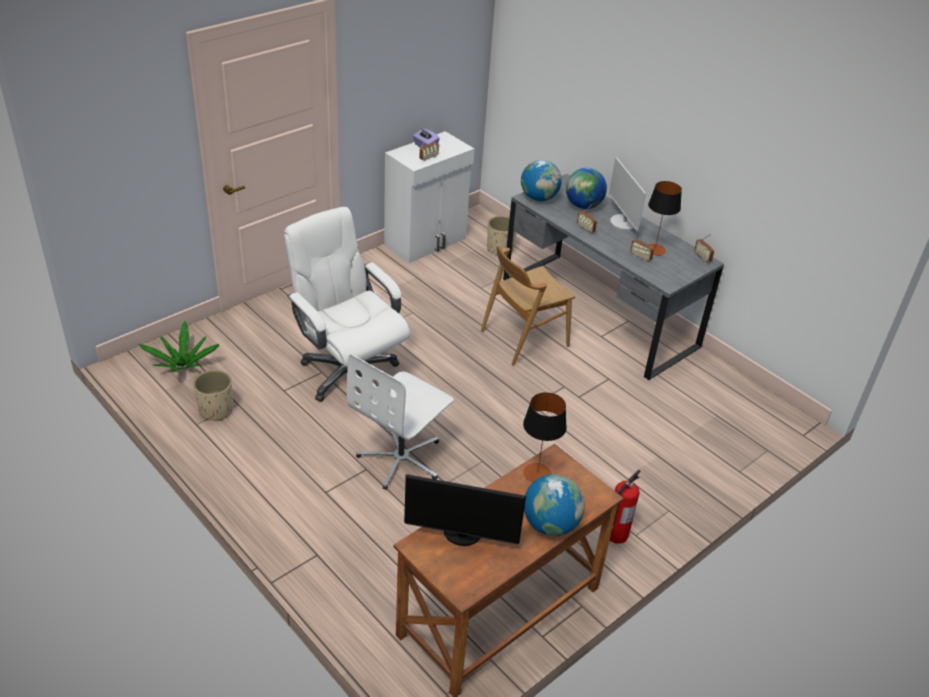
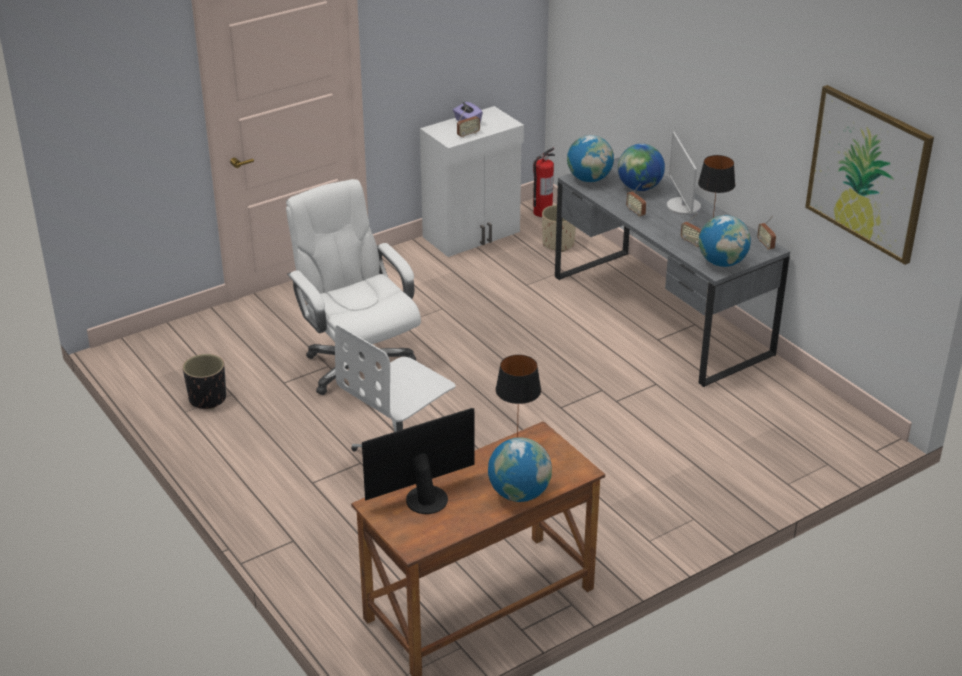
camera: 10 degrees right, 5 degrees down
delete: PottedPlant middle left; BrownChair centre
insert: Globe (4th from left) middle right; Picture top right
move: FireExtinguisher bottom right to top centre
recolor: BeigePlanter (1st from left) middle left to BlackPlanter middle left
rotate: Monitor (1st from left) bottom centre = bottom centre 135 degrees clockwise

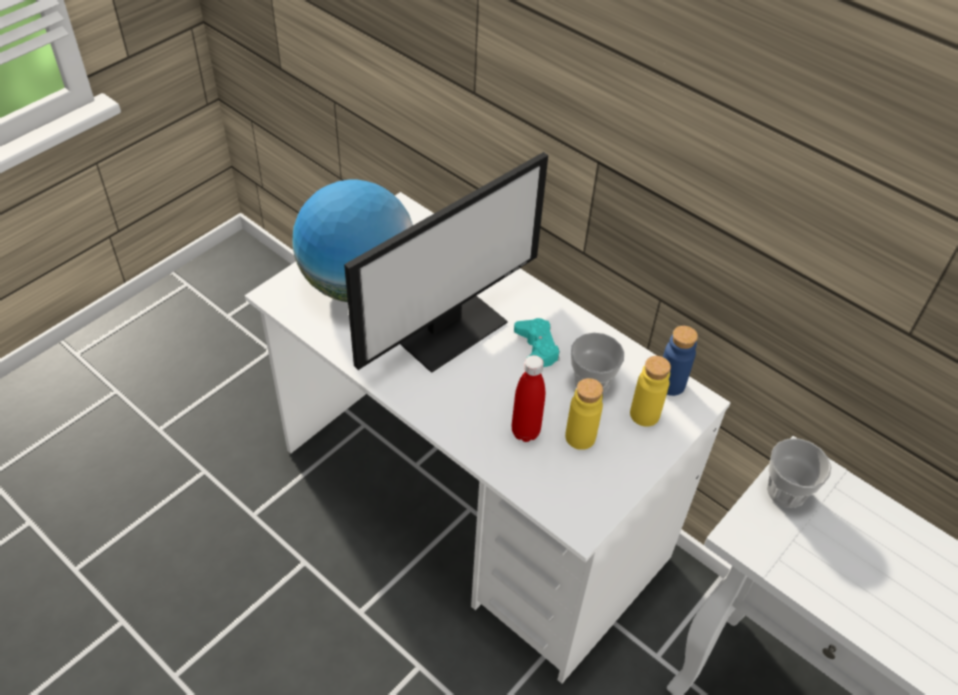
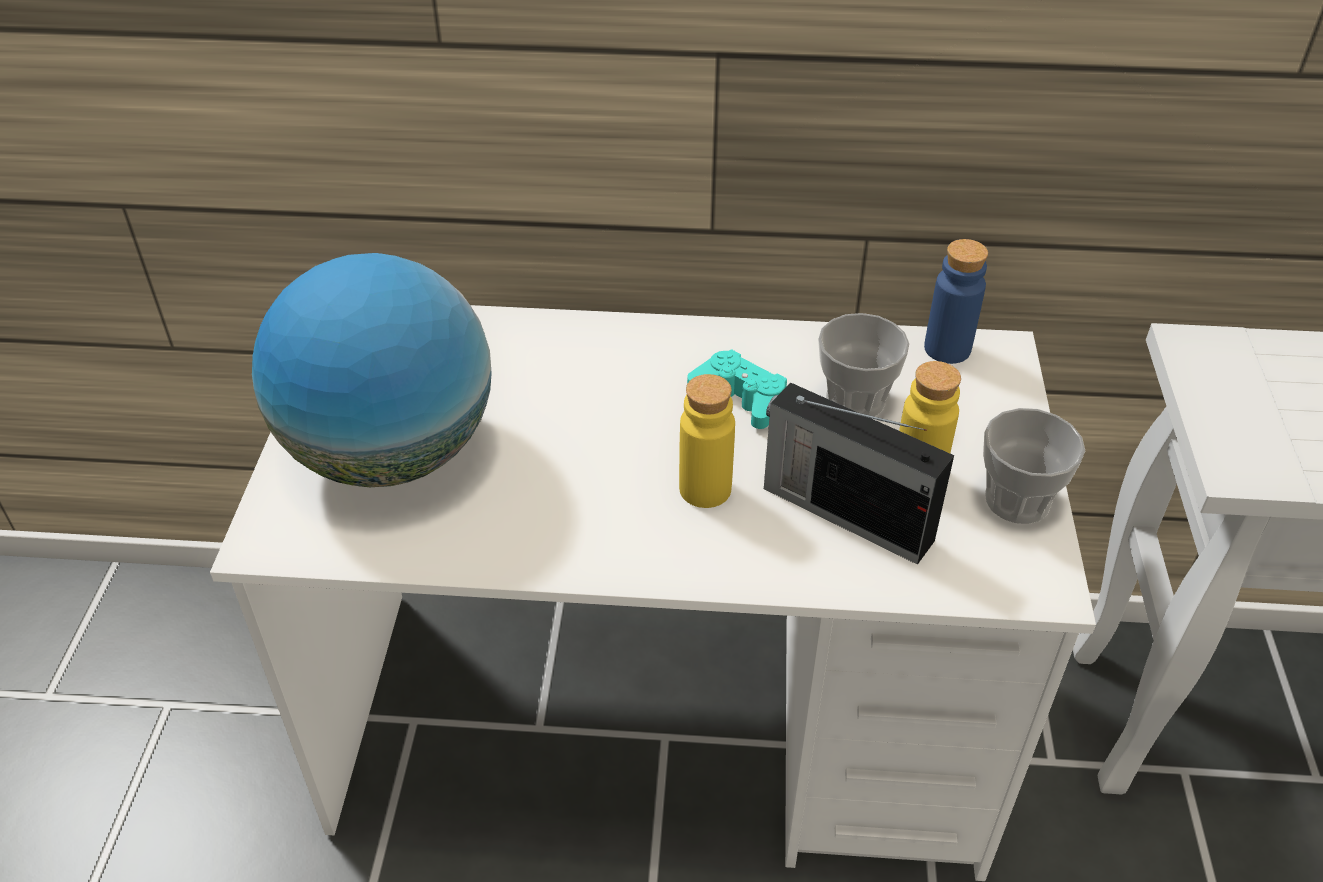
camera: 35 degrees left, 5 degrees down
delete: Monitor centre
move: YellowBottle (2nd from left in the first image) middle right to YellowBottle (1st from left) centre; Cup (2nd from left) bottom right to middle right
replace: RedBottle centre to Radio centre

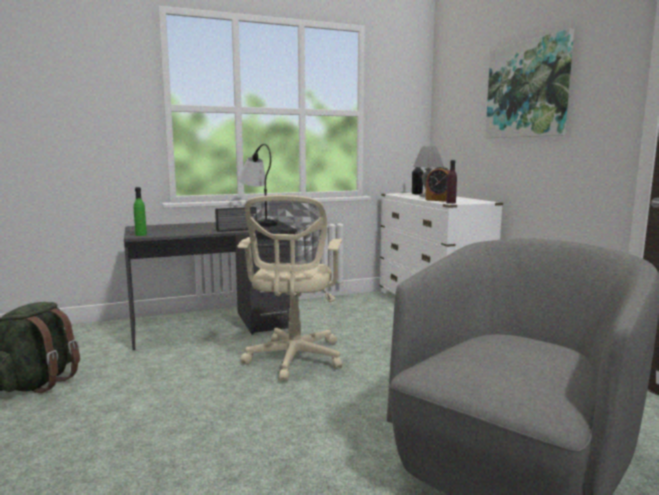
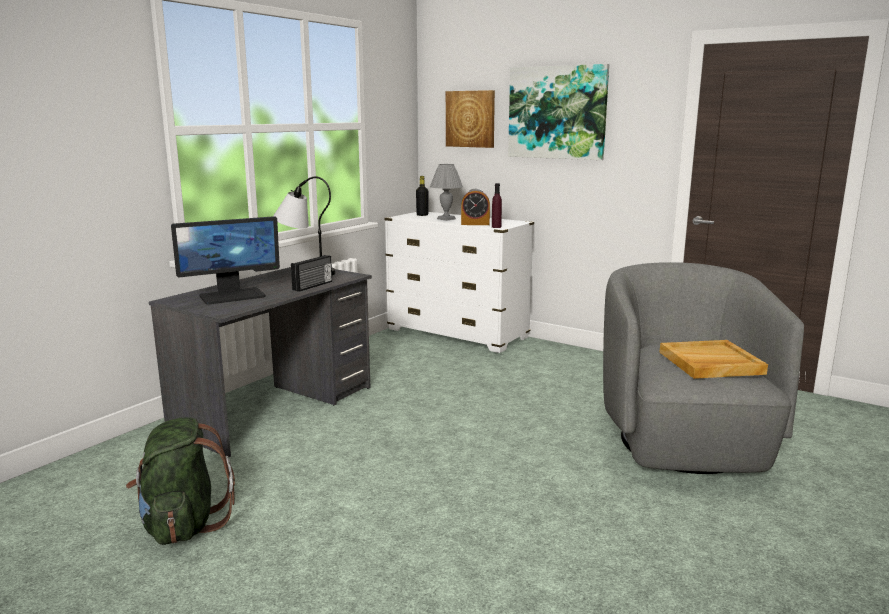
camera: 35 degrees left, 5 degrees up
delete: GreenBottle middle left; BeigeOfficeChair centre
insert: Monitor middle left; Picture (1st from left) top centre; BeigeTray middle right

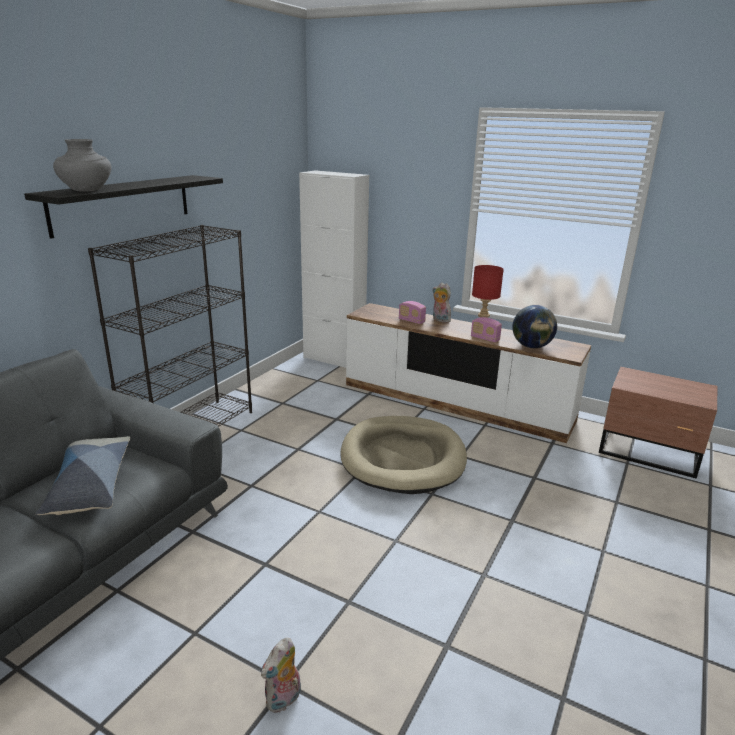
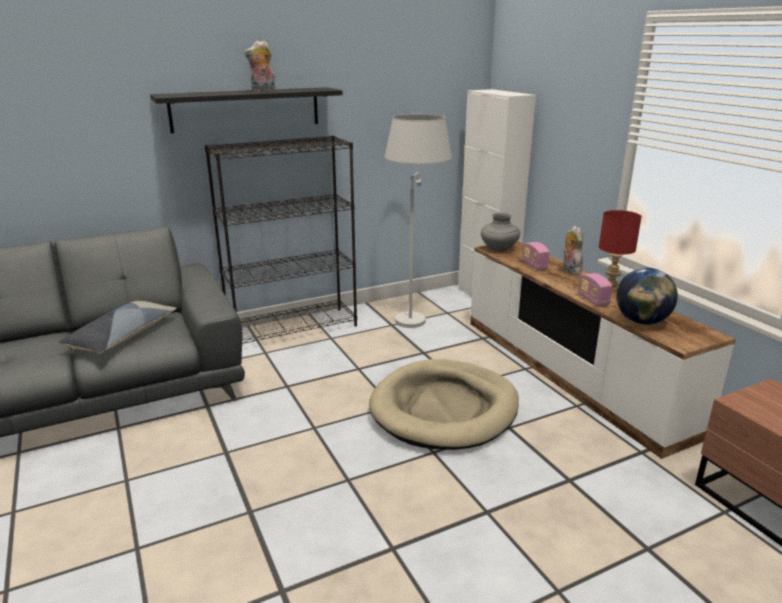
camera: 35 degrees right, 0 degrees up
insert: WhiteFloorLamp centre
move: GreyVase top left to centre; PlushToy (1st from left) bottom centre to top left

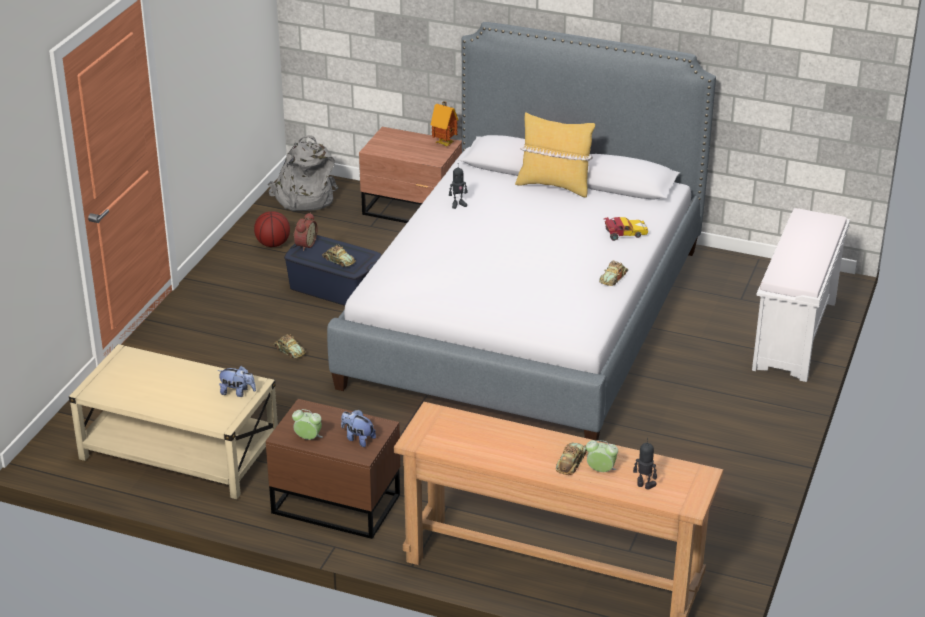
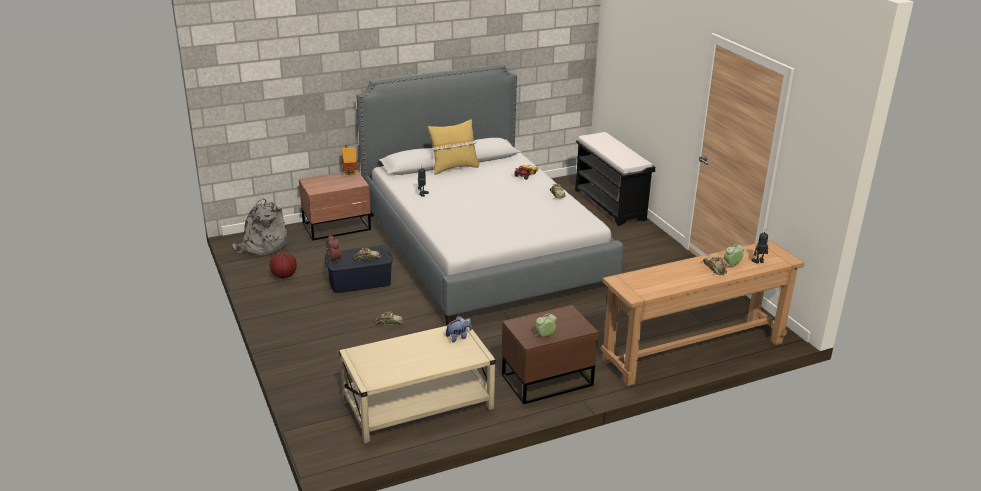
camera: 45 degrees left, 5 degrees down
delete: PlushToy (2nd from left) bottom centre
recolor: WhiteBench middle right to BlackBench centre

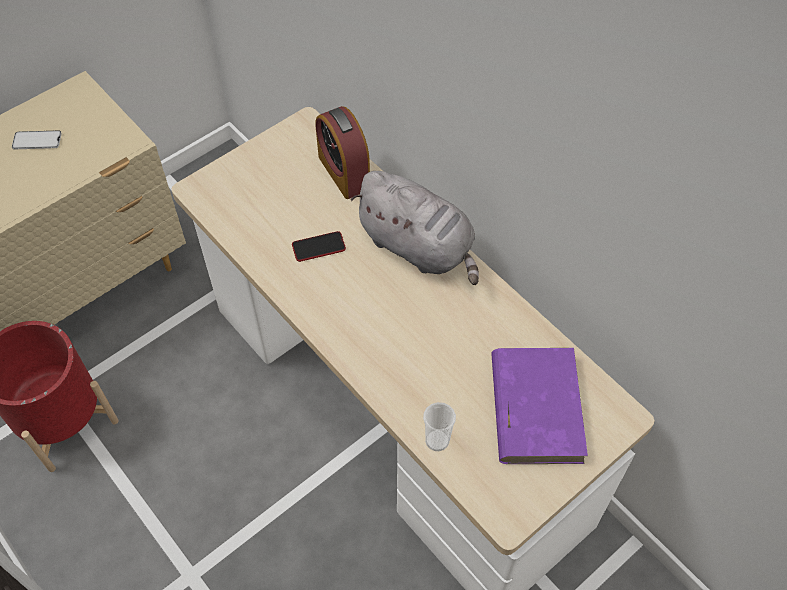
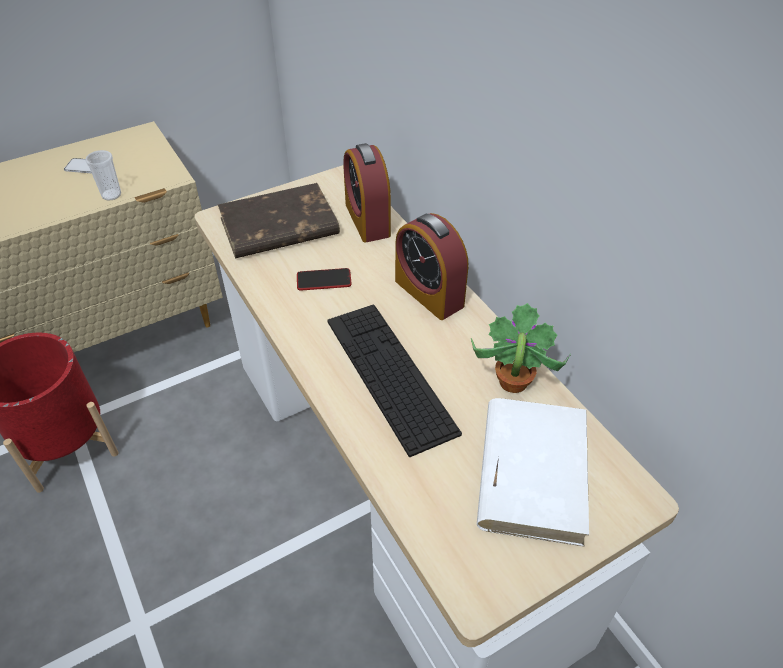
camera: 10 degrees right, 10 degrees down
insert: BrownBook top centre; Keyboard centre; PottedPlant centre
move: Cup bottom centre to top left
replace: GreyPlushToy centre to AlarmClock (2nd from left) centre
recolor: PurpleBook bottom right to WhiteBook bottom right

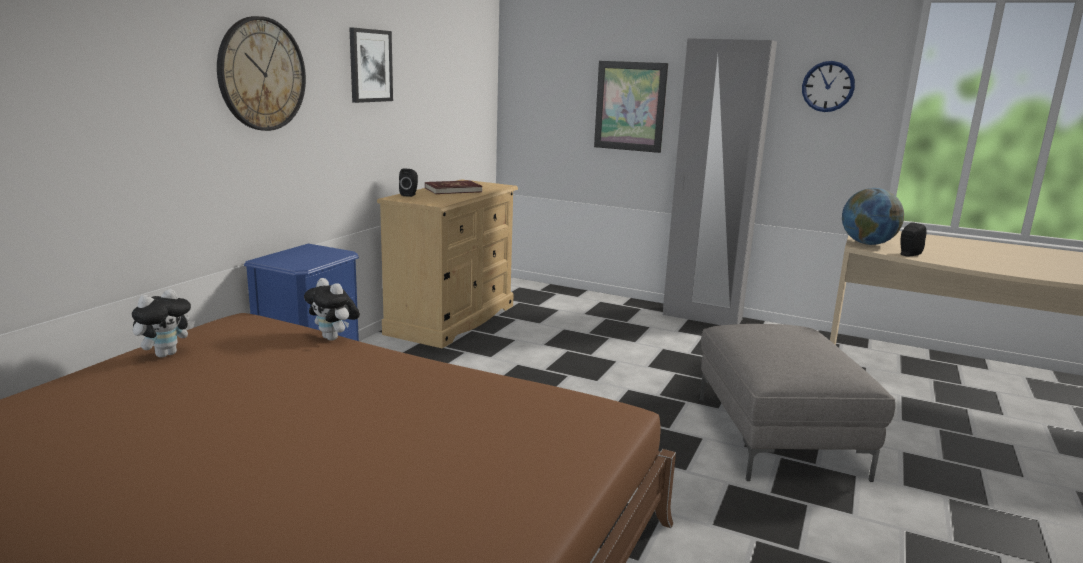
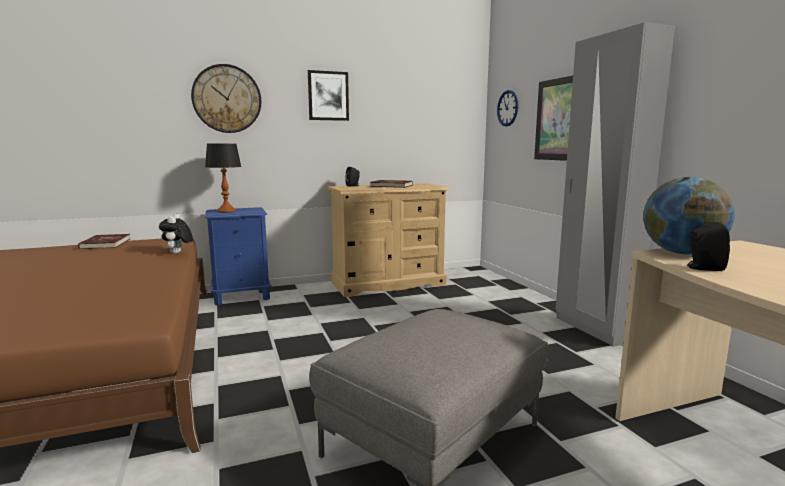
camera: 45 degrees right, 5 degrees down
insert: TableLamp middle left
move: WallClock (2nd from left) top right to top centre
replace: PlushToy (1st from left) middle left to RedBook (1st from left) middle left

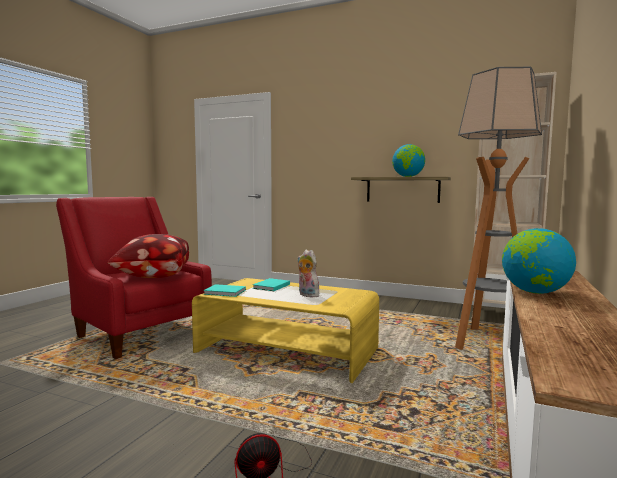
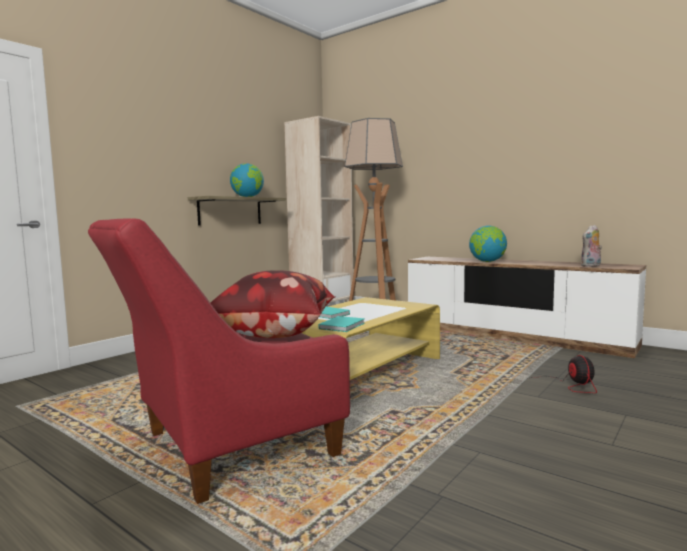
camera: 75 degrees left, 0 degrees up
move: PlushToy centre to middle right

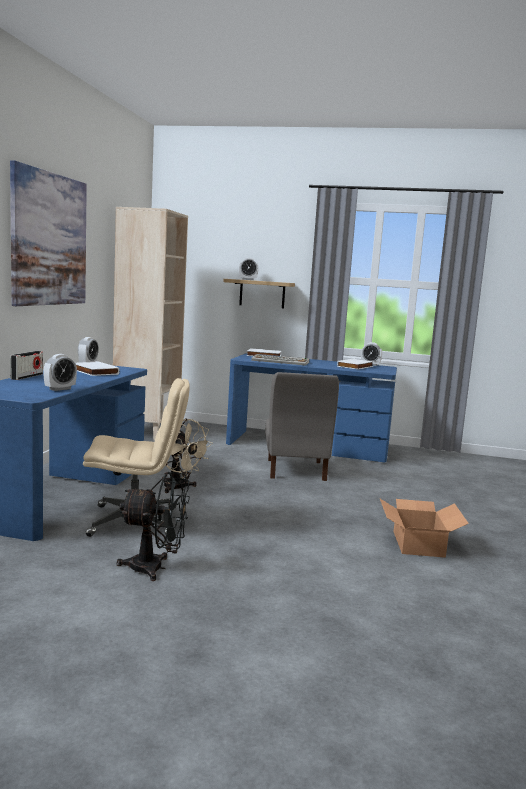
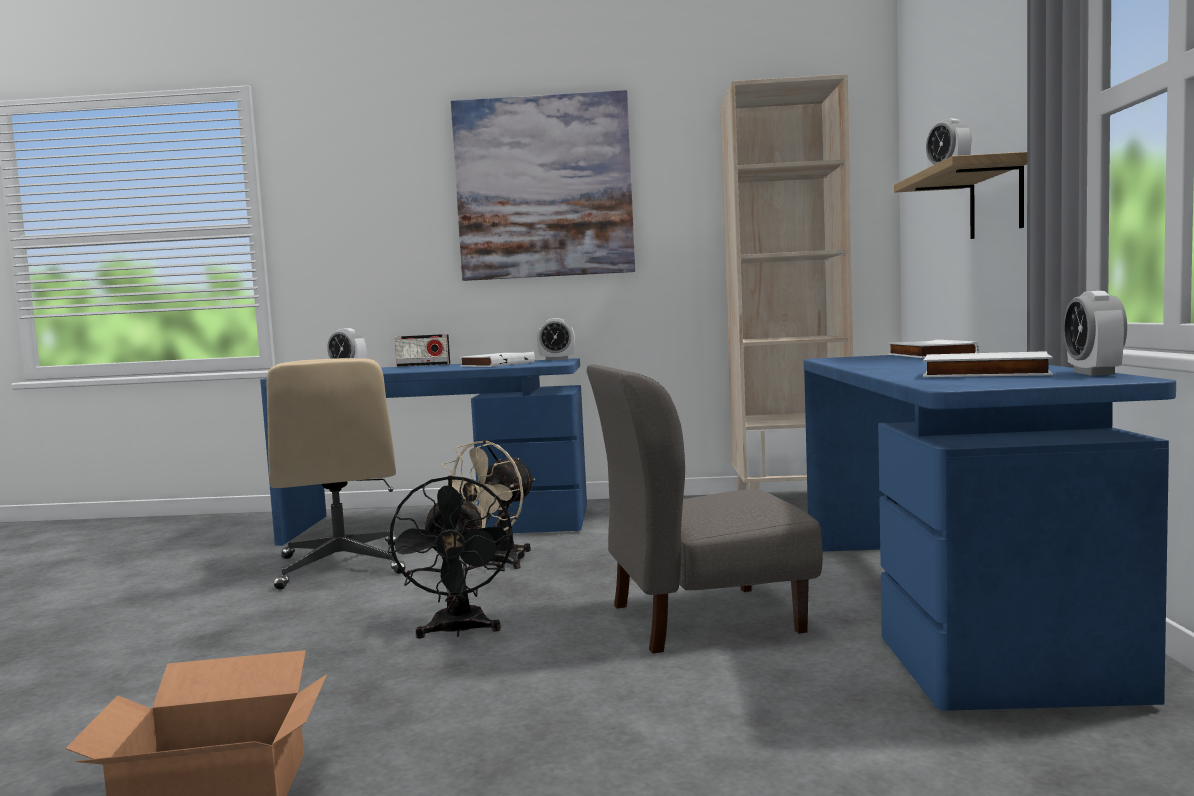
camera: 80 degrees right, 5 degrees down
delete: Keyboard centre
move: BlackFan bottom left to bottom centre

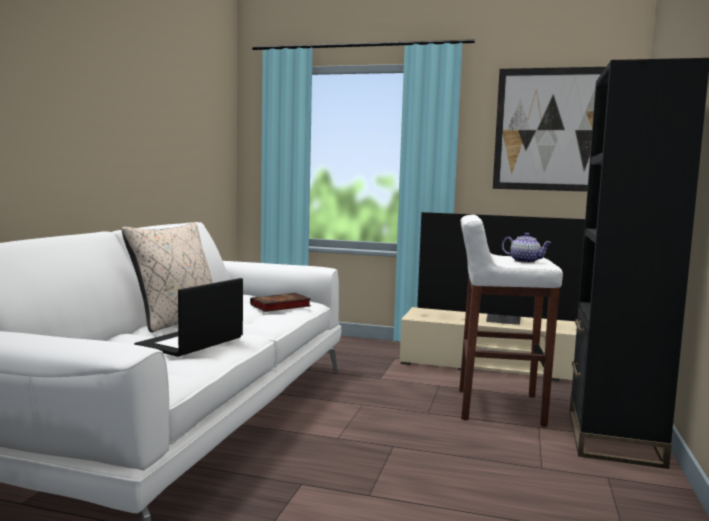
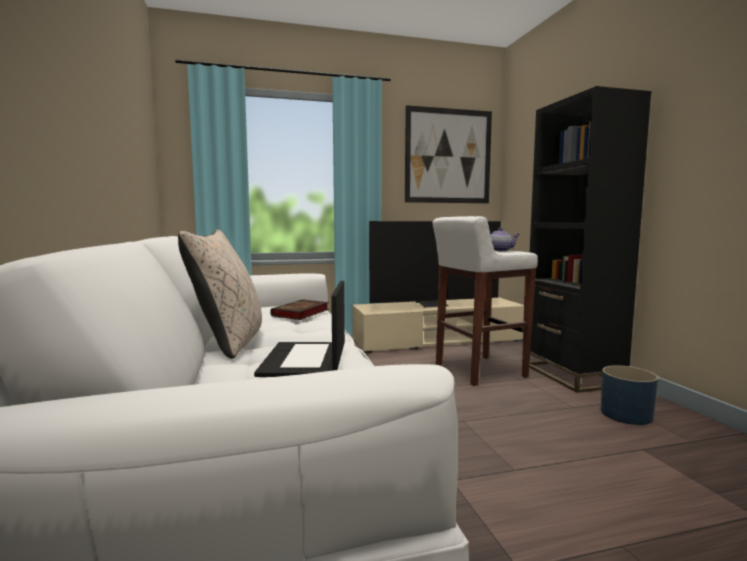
camera: 30 degrees left, 0 degrees up
insert: BluePlanter bottom right

